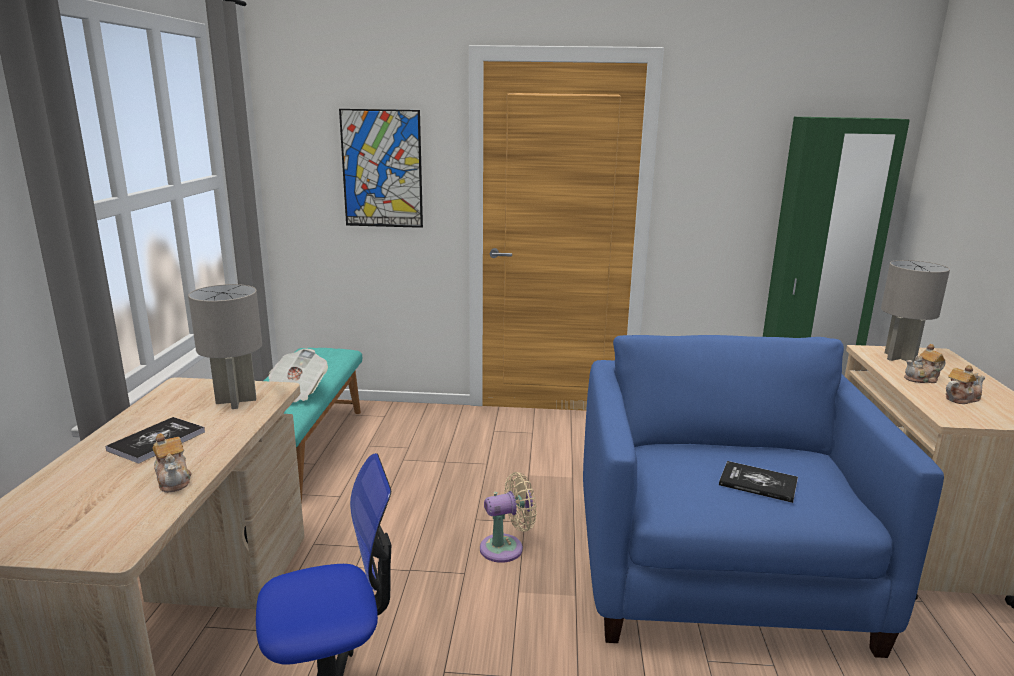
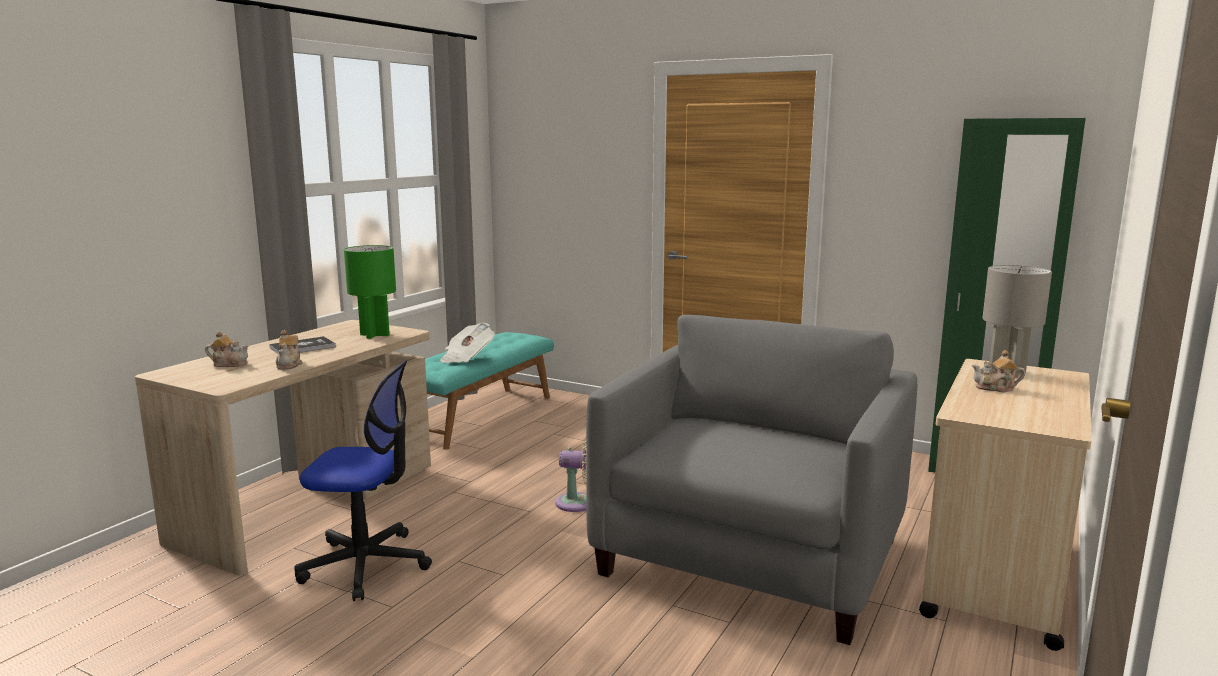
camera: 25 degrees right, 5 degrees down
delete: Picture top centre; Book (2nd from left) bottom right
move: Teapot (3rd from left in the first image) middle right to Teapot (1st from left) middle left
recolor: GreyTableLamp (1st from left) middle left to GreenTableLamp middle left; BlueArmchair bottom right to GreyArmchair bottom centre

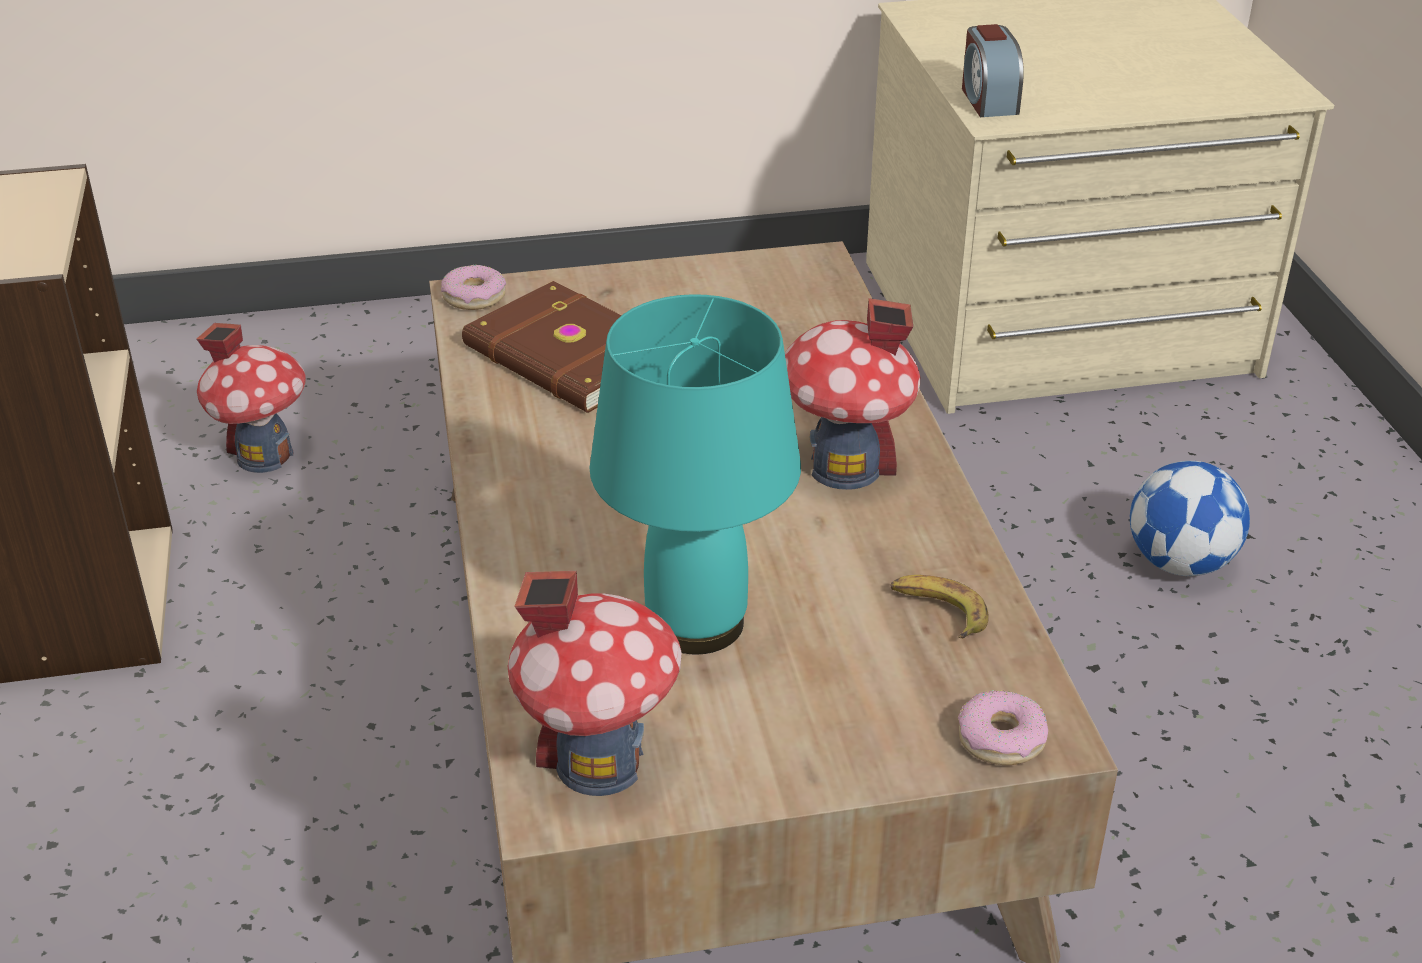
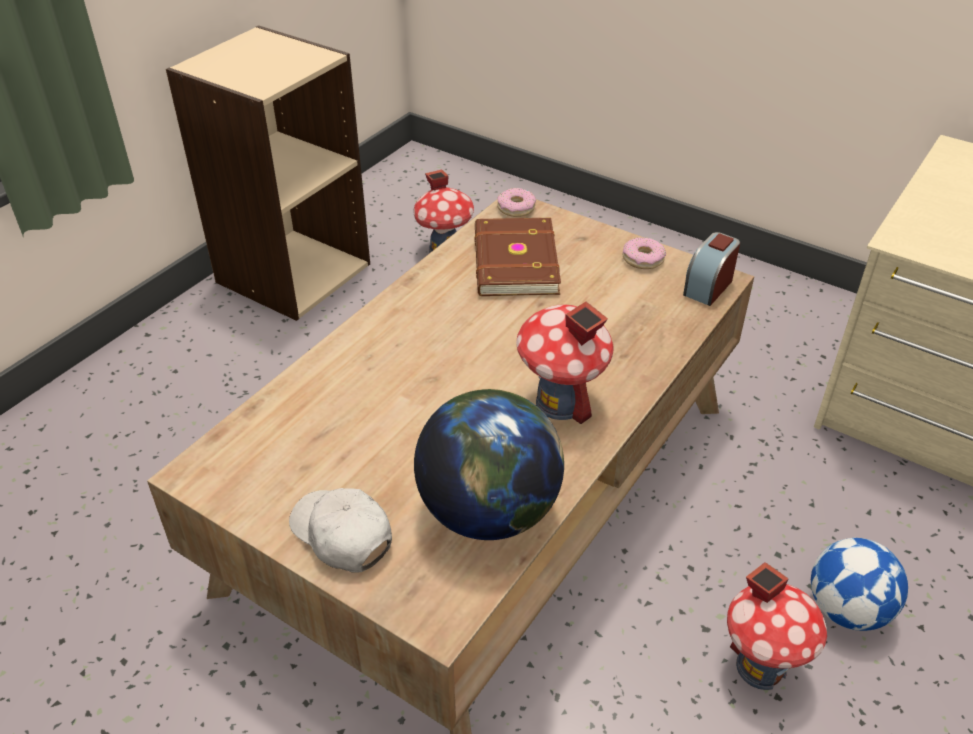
camera: 45 degrees right, 5 degrees up
delete: TurquoiseTableLamp centre
insert: WhiteCap bottom centre
move: ToyHouse (2nd from left in the first image) bottom centre to ToyHouse (3rd from left) bottom right; Donut (2nd from left) bottom right to centre; AlarmClock top right to middle right
replace: Banana centre to Globe centre

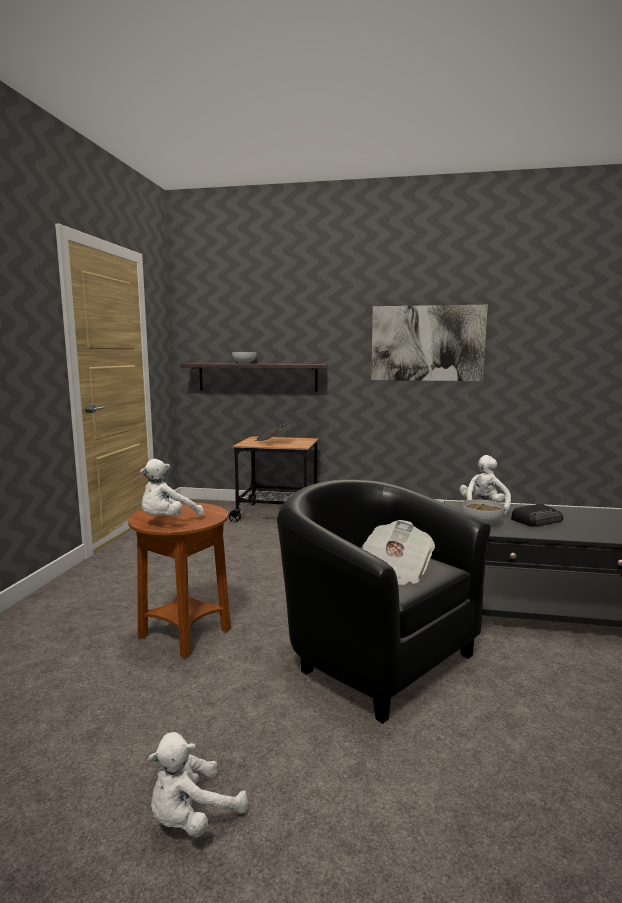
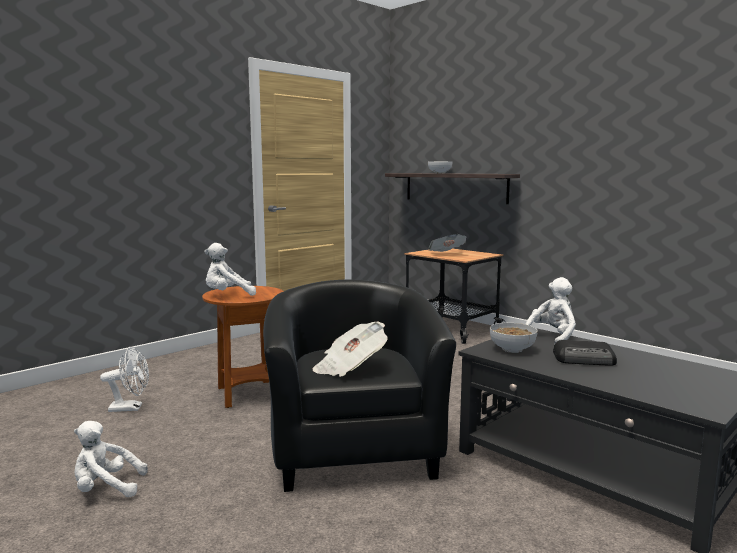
camera: 35 degrees right, 0 degrees up
delete: Picture middle right
insert: WhiteFan bottom left

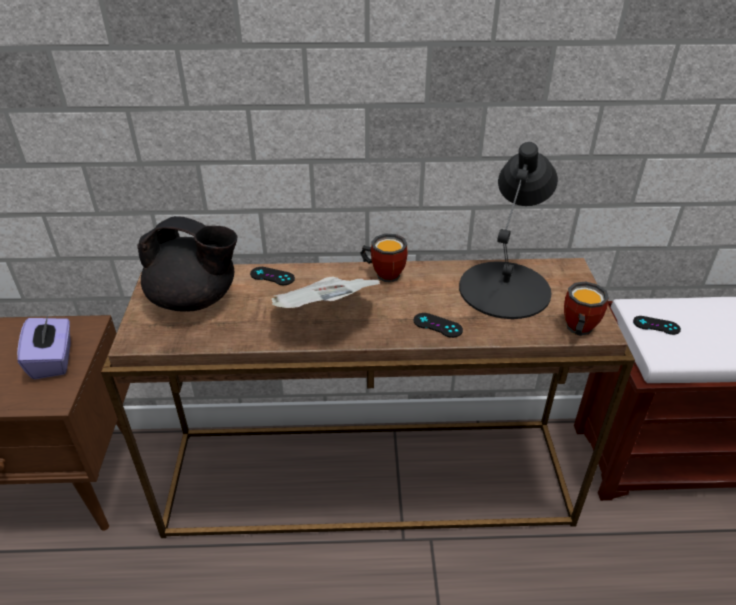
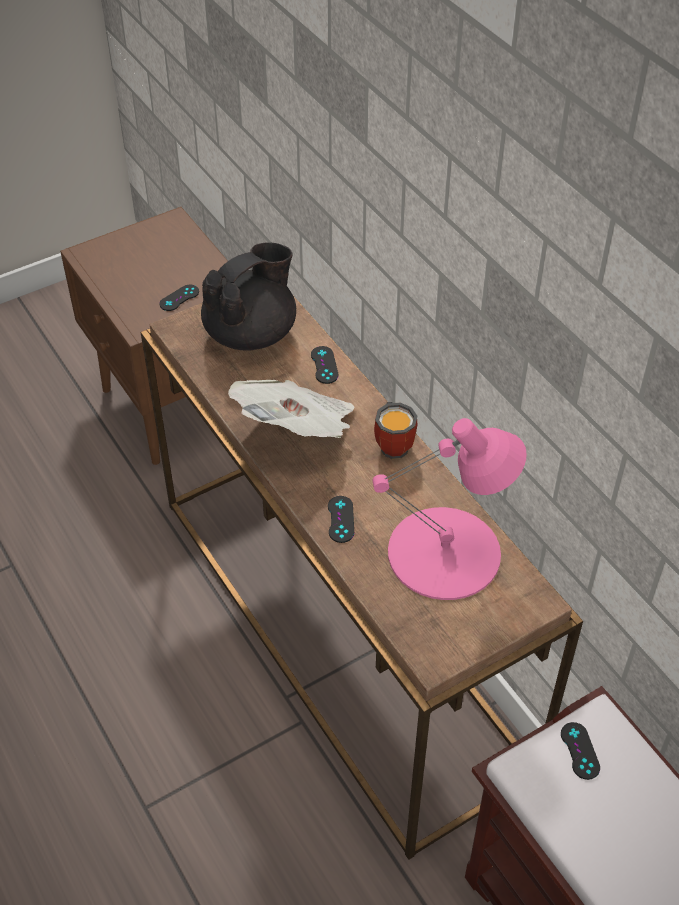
camera: 60 degrees right, 10 degrees up
delete: Mug (2nd from left) middle right
replace: PurpleTissueBox middle left to BlackGameController (1st from left) top left
recolor: BlackTableLamp middle right to PinkTableLamp centre
rotate: BlackTeapot middle left = top centre 120 degrees counterclockwise

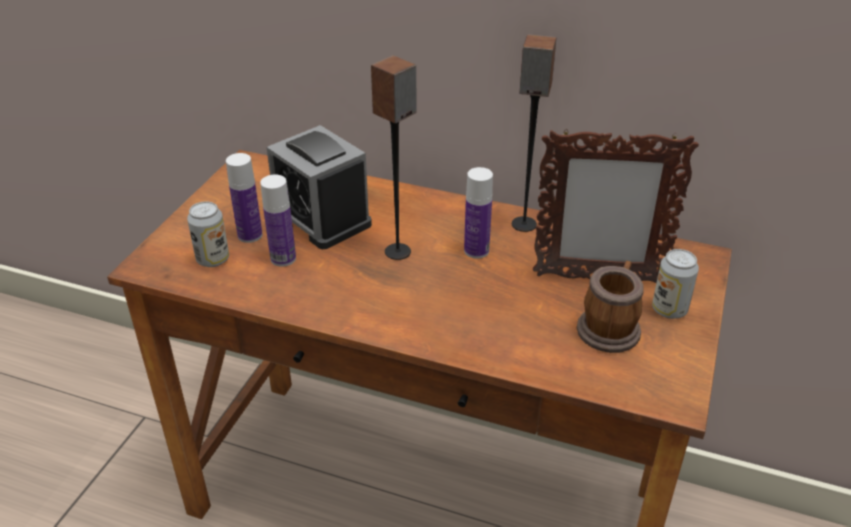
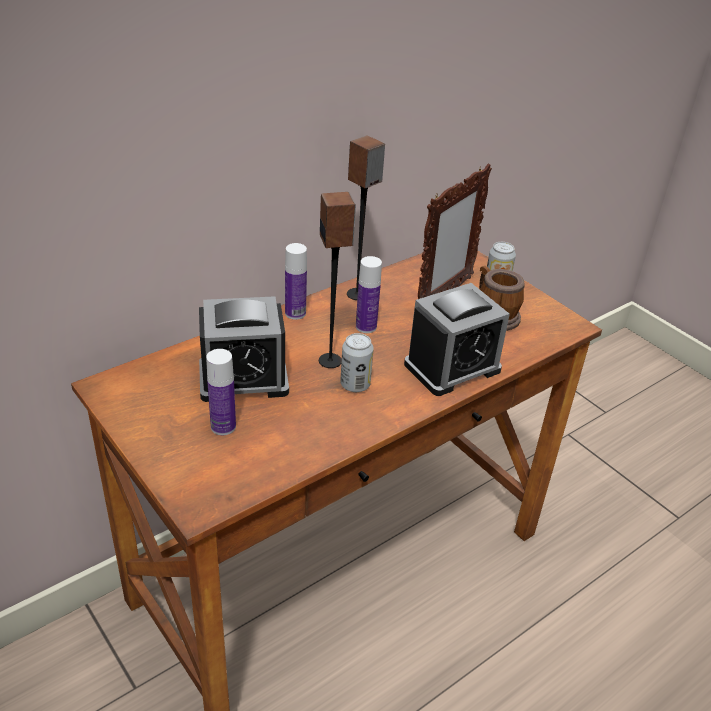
camera: 60 degrees left, 0 degrees up
insert: AlarmClock (2nd from left) centre
move: Can (1st from left) middle left to centre; Bottle (2nd from left) middle left to centre

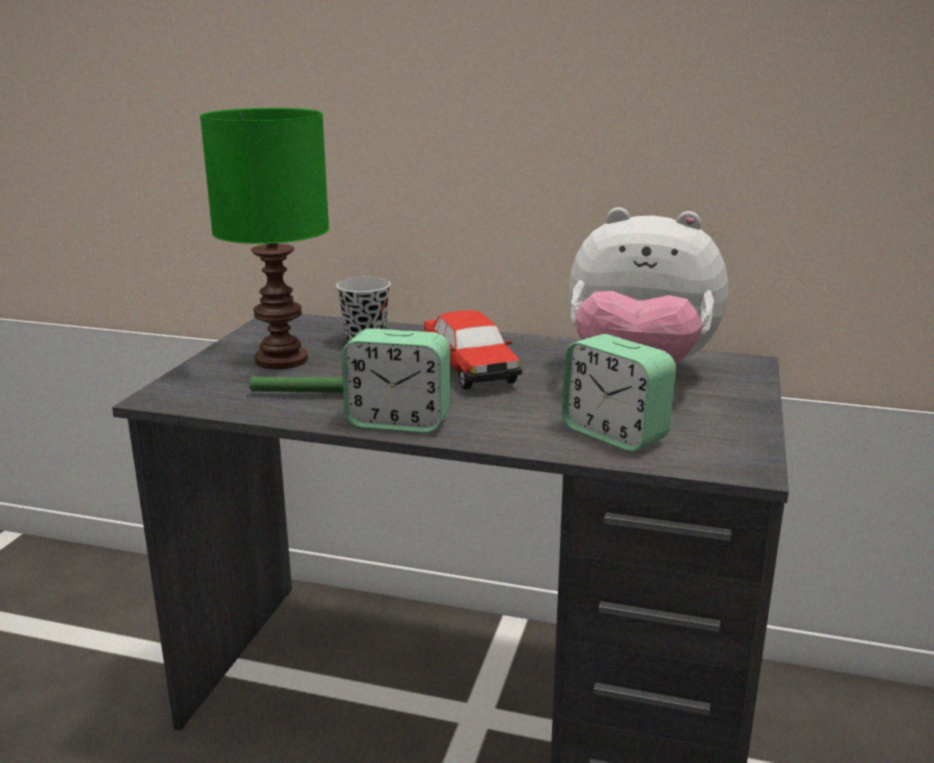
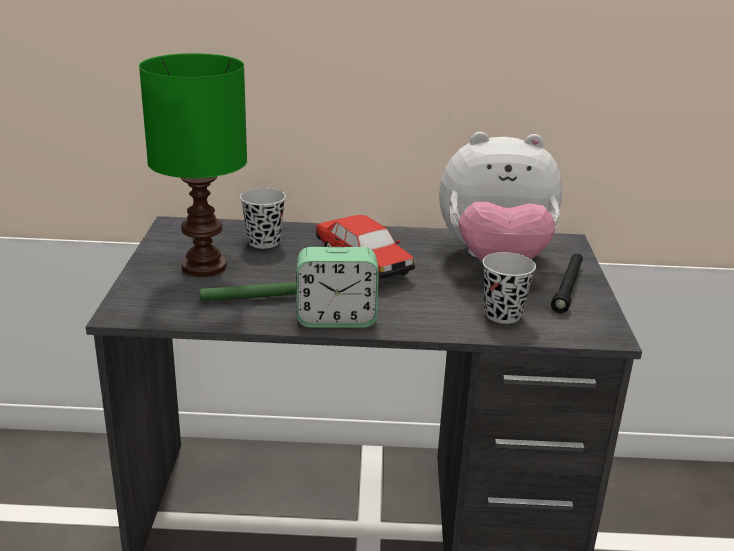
camera: 15 degrees left, 5 degrees up
insert: BlackFlashlight middle right
replace: AlarmClock (2nd from left) centre to BlackCup (2nd from left) middle right

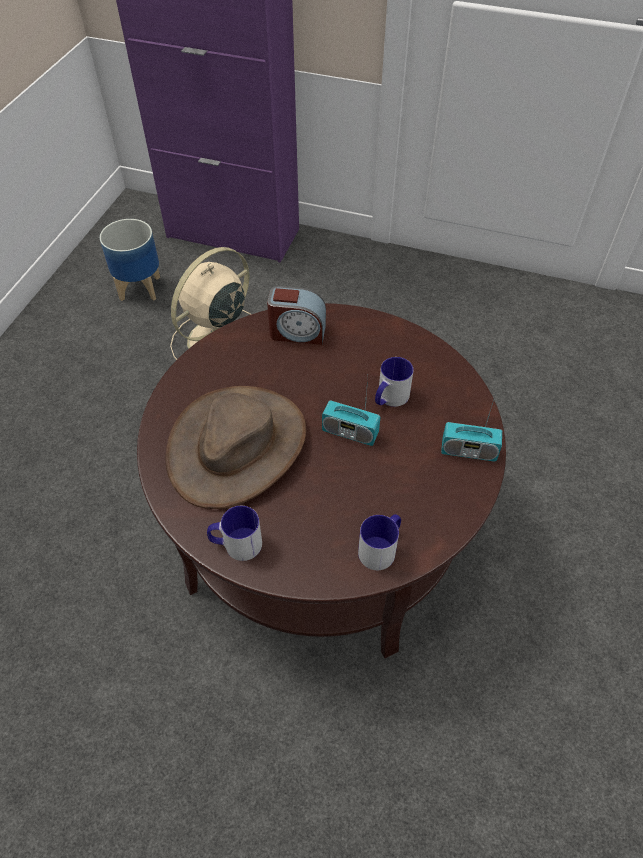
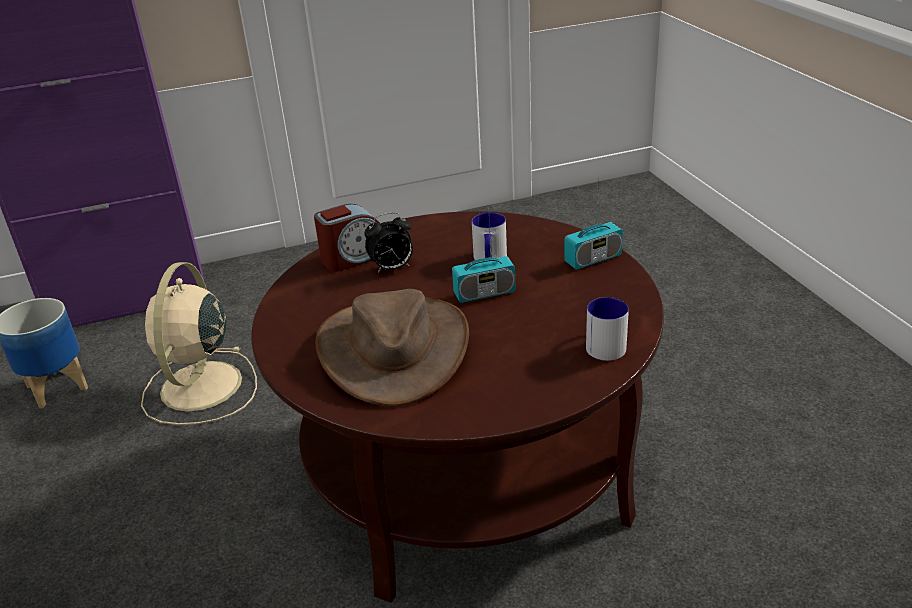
camera: 35 degrees left, 20 degrees down
delete: Mug (1st from left) centre
insert: AlarmClock (2nd from left) centre

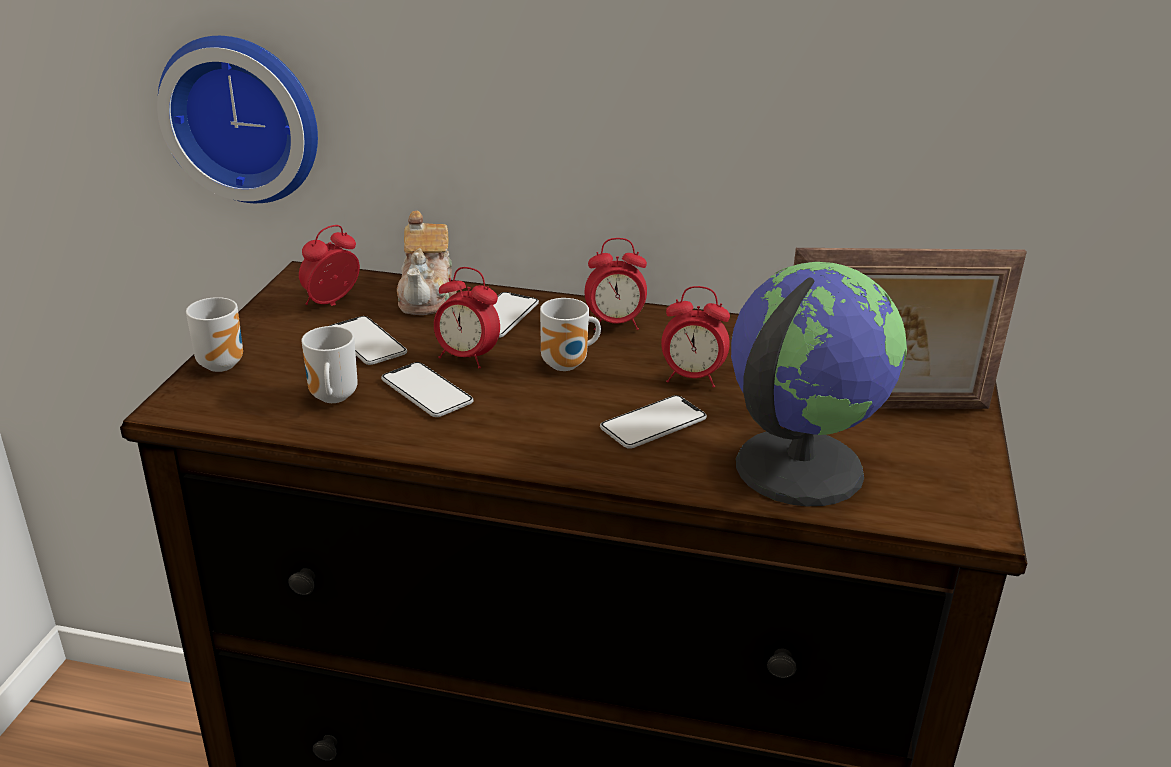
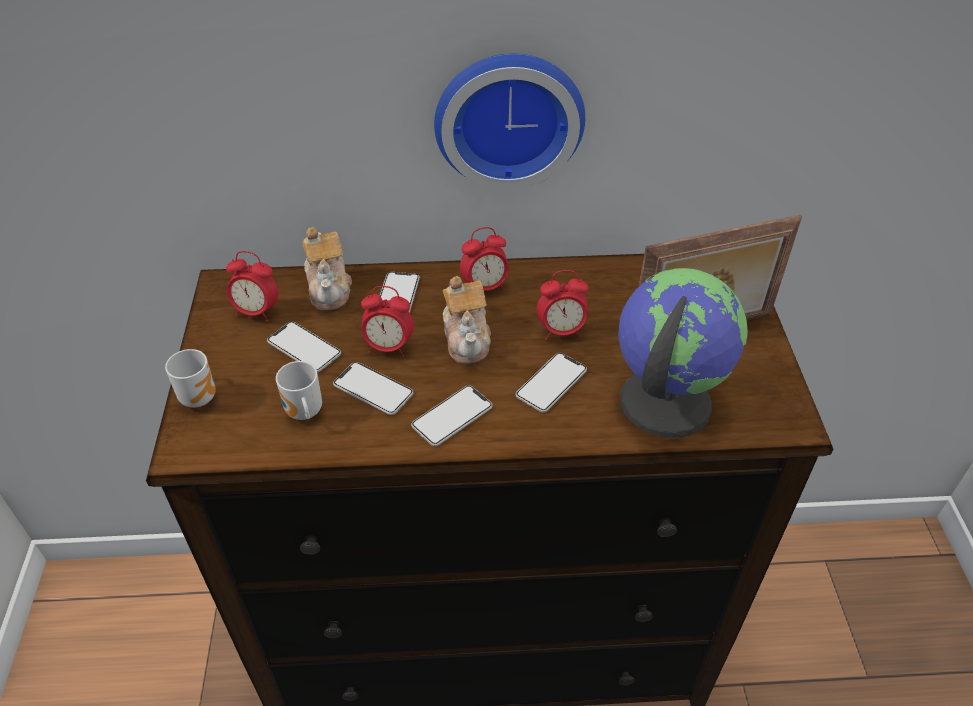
camera: 15 degrees left, 15 degrees up
insert: Phone (4th from left) centre
move: WallClock top left to top centre
replace: Mug (3rd from left) centre to Teapot (2nd from left) centre
rotate: AlarmClock (1st from left) middle left = middle left 105 degrees counterclockwise

